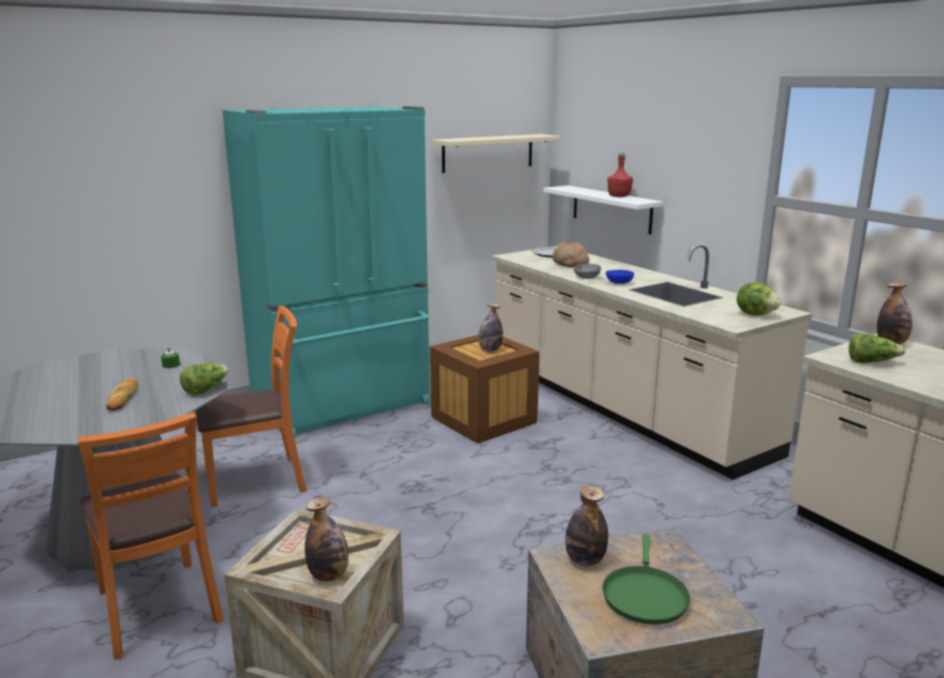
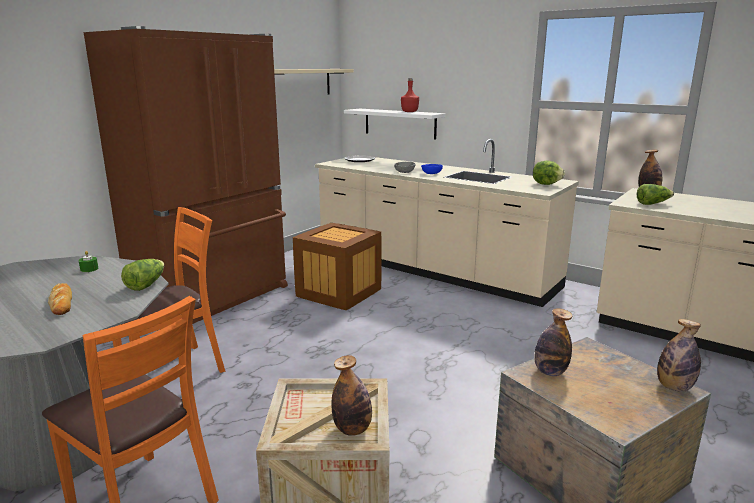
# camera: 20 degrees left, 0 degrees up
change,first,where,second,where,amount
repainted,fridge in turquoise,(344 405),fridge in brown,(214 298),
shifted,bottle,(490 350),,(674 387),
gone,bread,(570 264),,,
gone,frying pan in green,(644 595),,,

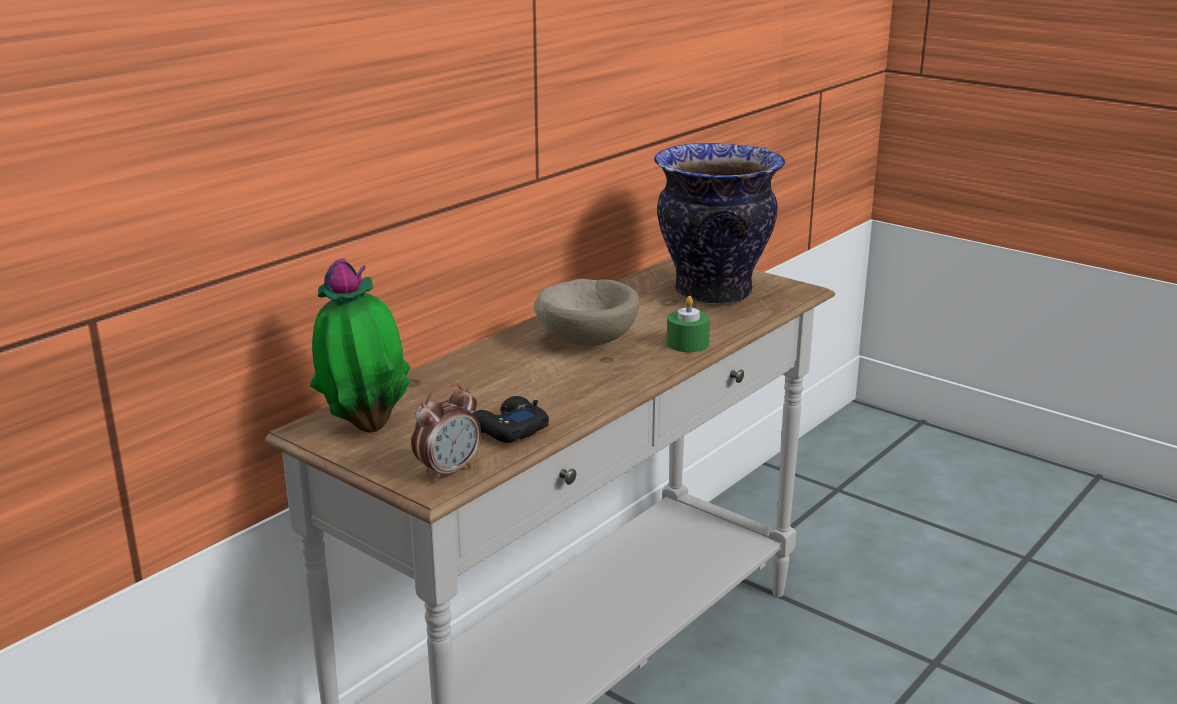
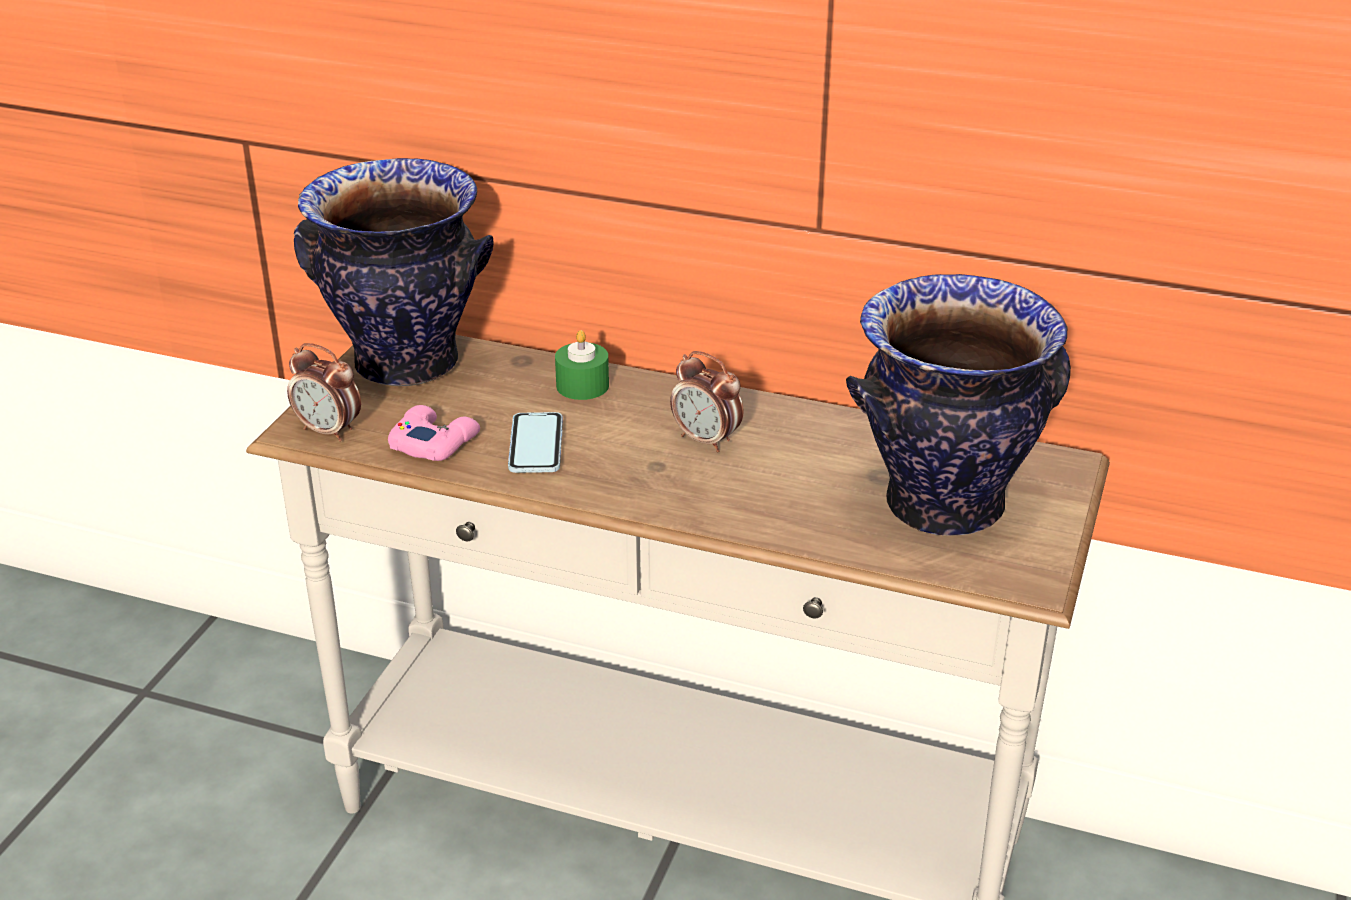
# camera: 70 degrees right, 10 degrees up
change,first,where,second,where,amount
swapped,potted plant,(365 426),vase,(407 363),
repainted,game controller in black,(507 429),game controller in pink,(434 442),
swapped,bowl in beige,(587 339),alarm clock,(706 440),
shifted,candle in green,(687 343),,(582 385),
new,,,phone,(536 445),

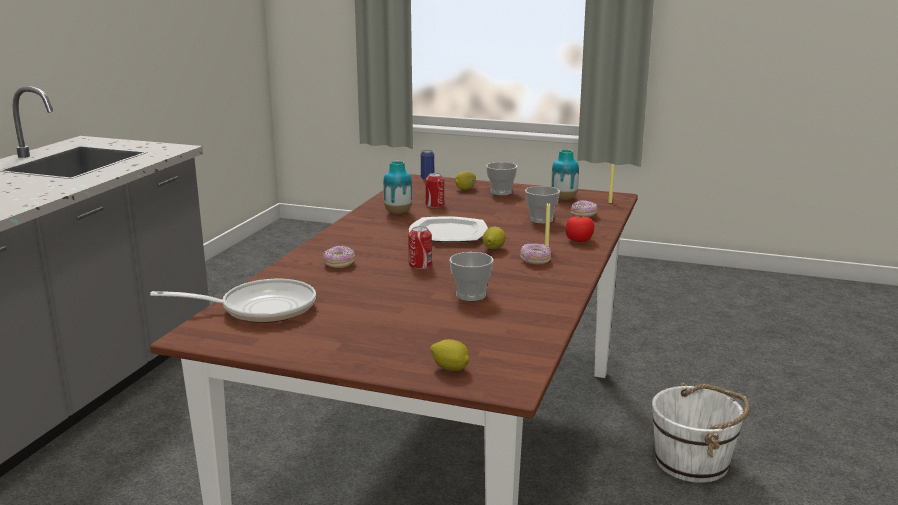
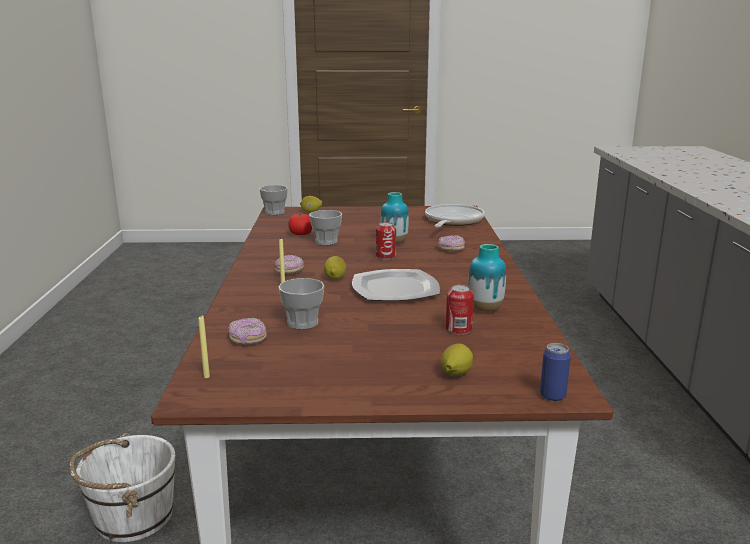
# camera: 160 degrees right, 0 degrees up
change,first,where,second,where,amount
rotated,frying pan,(260 308),,(452 221),135 degrees clockwise
shifted,cup,(501 192),,(274 212),
shifted,vase,(564 198),,(394 243),
shifted,tomato,(579 240),,(301 234),

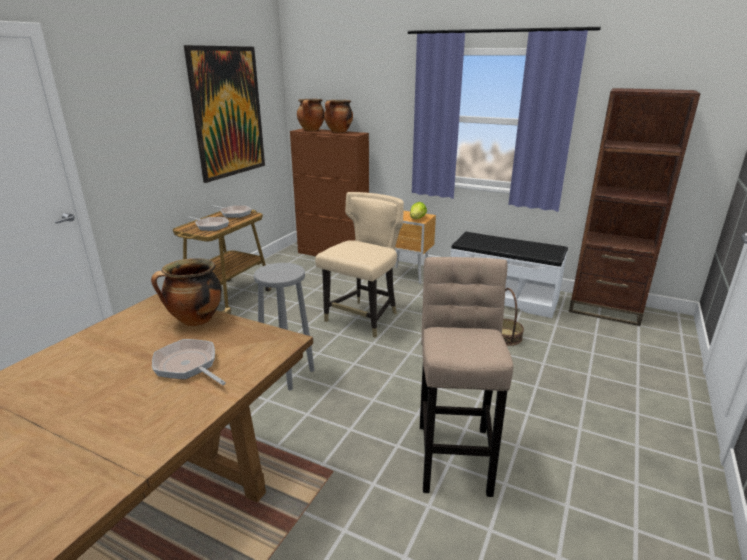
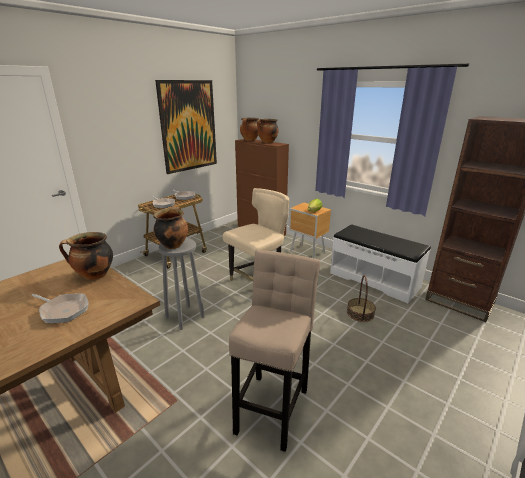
# camera: 15 degrees right, 0 degrees up
change,first,where,second,where,amount
rotated,frying pan,(188 366),,(63 310),150 degrees clockwise
new,,,cooking pot,(173 245),

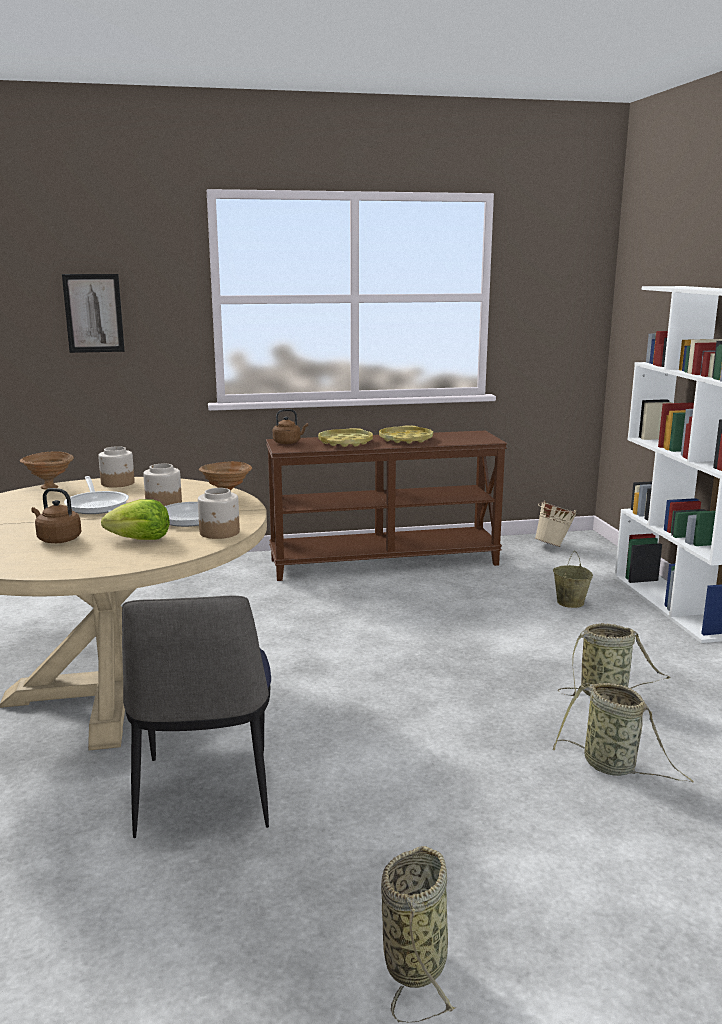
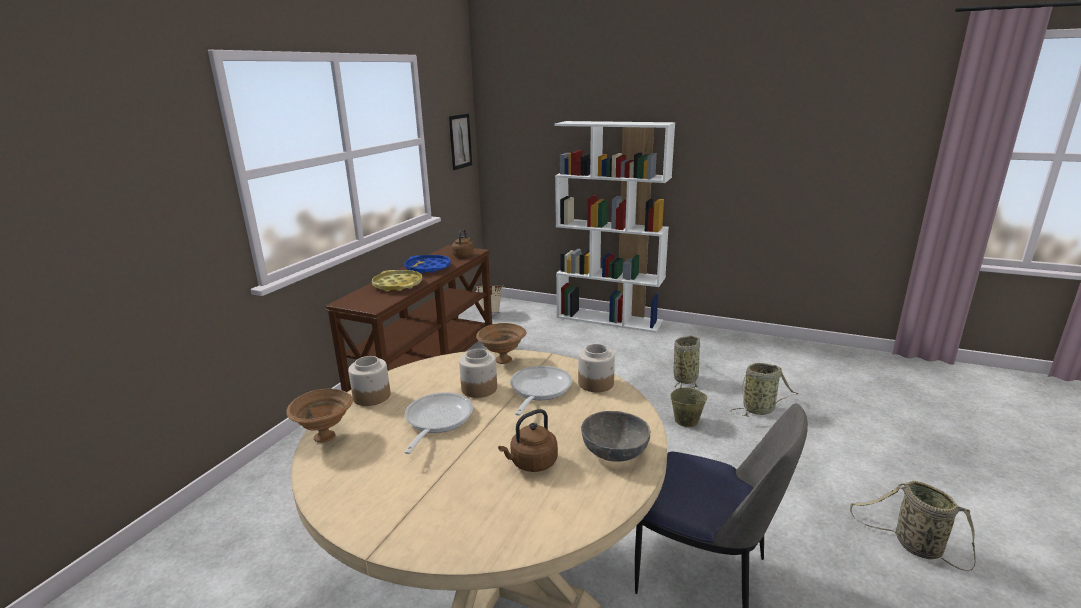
# camera: 55 degrees left, 5 degrees up
change,first,where,second,where,amount
shifted,picture,(93 313),,(460 141),
rotated,frying pan,(97 505),,(436 421),90 degrees counterclockwise
gone,lettuce,(140 539),,,
shifted,kettle in brown,(288 442),,(463 255),
repainted,tray in yellow,(405 439),tray in blue,(428 268),
shifted,bucket in beige,(569 602),,(686 420),
new,,,bowl in grey,(615 452),

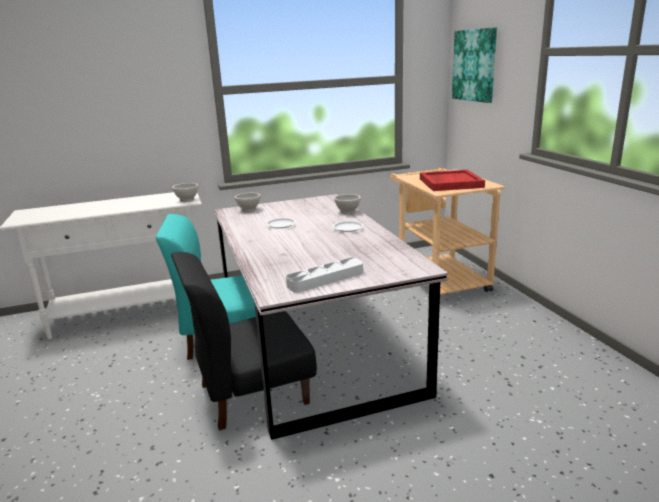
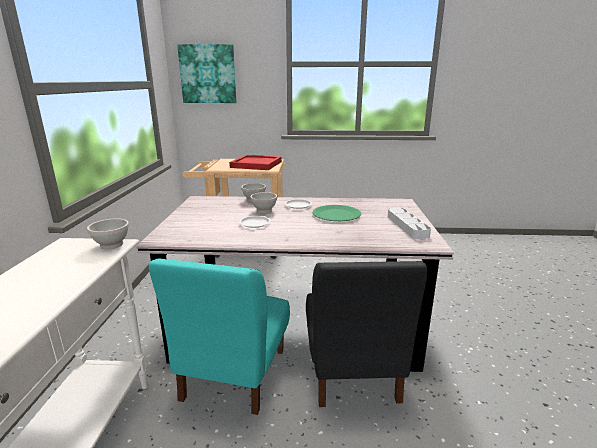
# camera: 70 degrees left, 0 degrees up
change,first,where,second,where,amount
shifted,bowl in white,(248 210),,(264 211),
new,,,plate in green,(336 214),

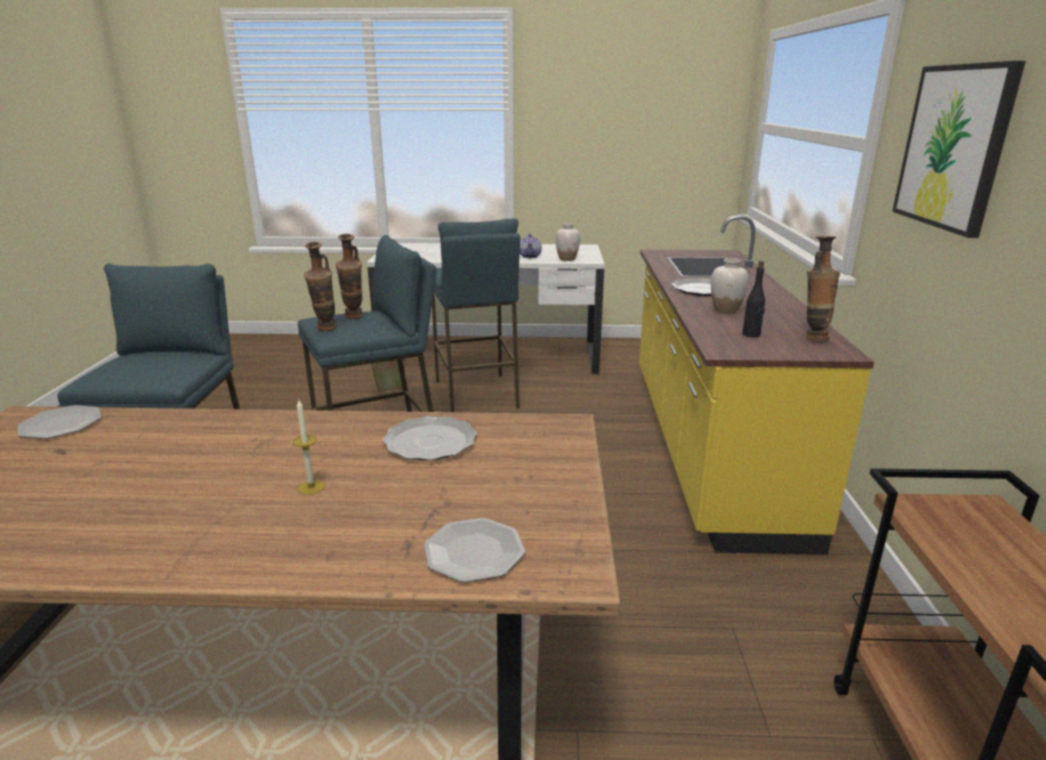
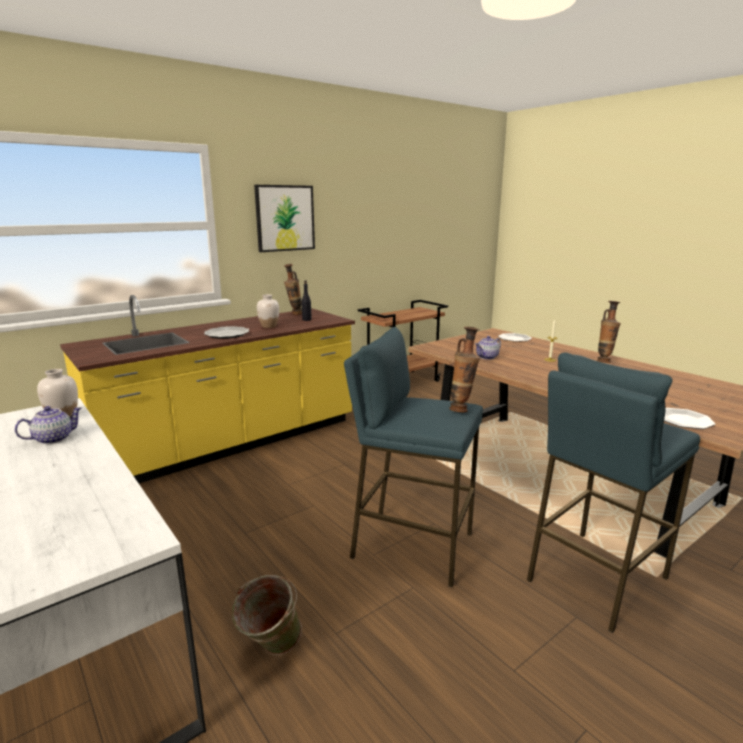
# camera: 130 degrees left, 5 degrees down
change,first,where,second,where,amount
shifted,vase,(354 318),,(604 361),
swapped,plate,(429 442),teapot,(487 357),
gone,stool in blue,(476 394),,,

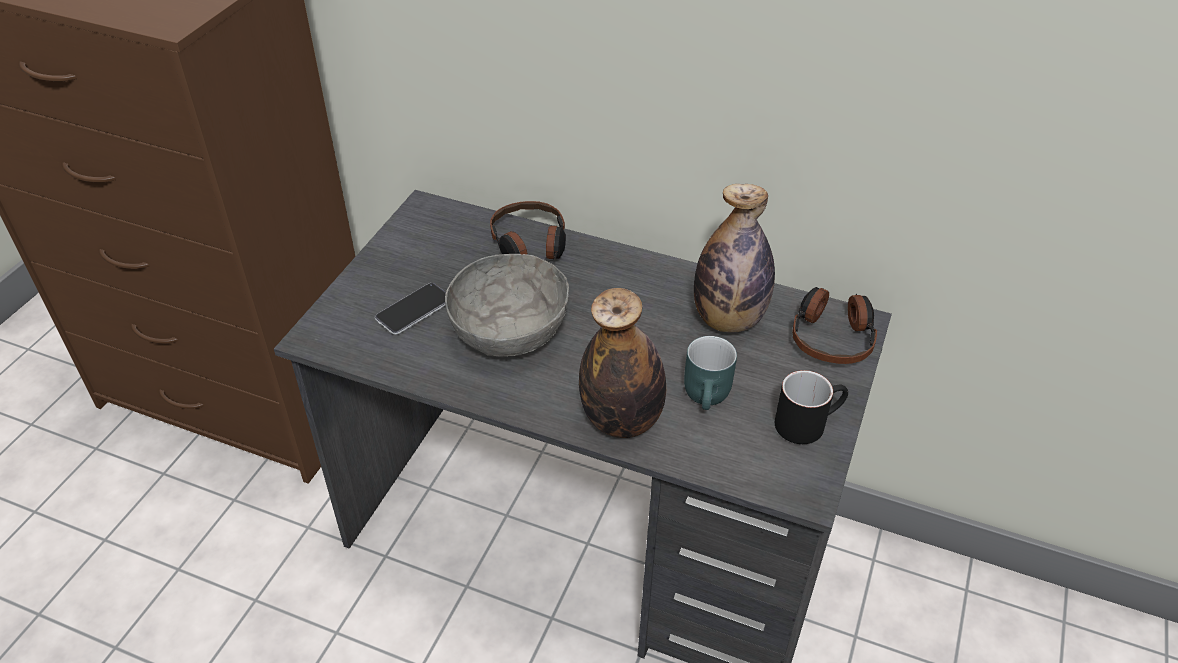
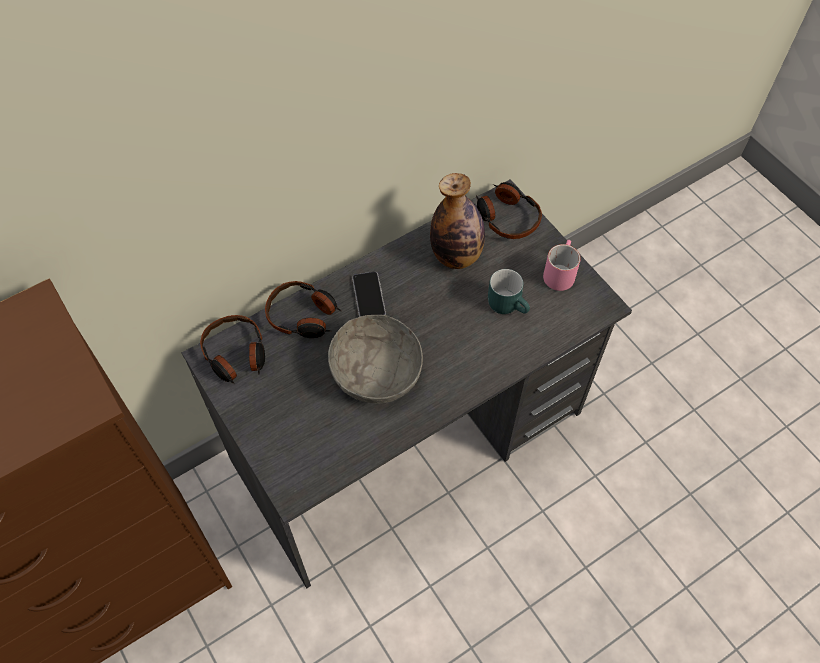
# camera: 55 degrees left, 15 degrees up
change,first,where,second,where,amount
shifted,phone,(414 310),,(369 296),
gone,bottle,(622 420),,,
repainted,mug in black,(807 422),mug in pink,(559 272),
new,,,headphones,(236 355),

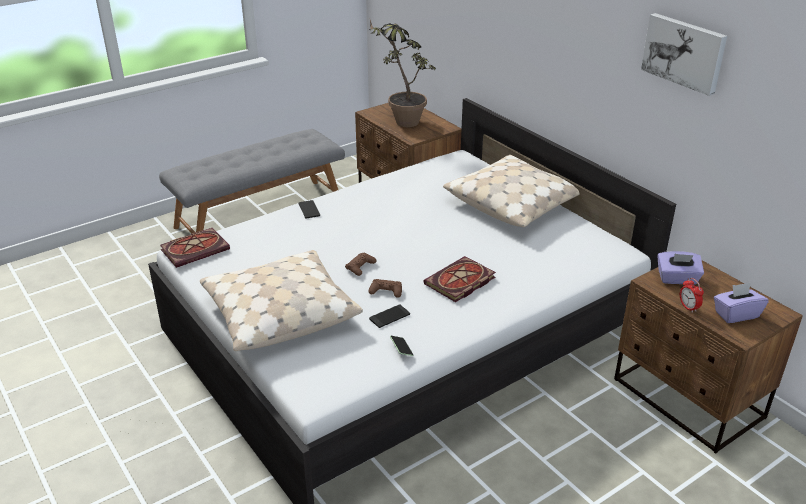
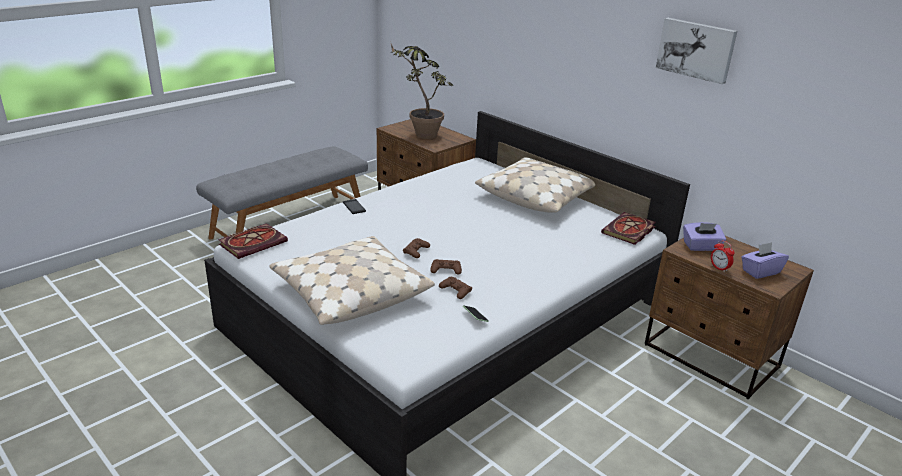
# camera: 10 degrees left, 5 degrees down
change,first,where,second,where,amount
swapped,phone,(389 316),game controller in brown,(455 290),
shifted,book,(459 282),,(629 231),

